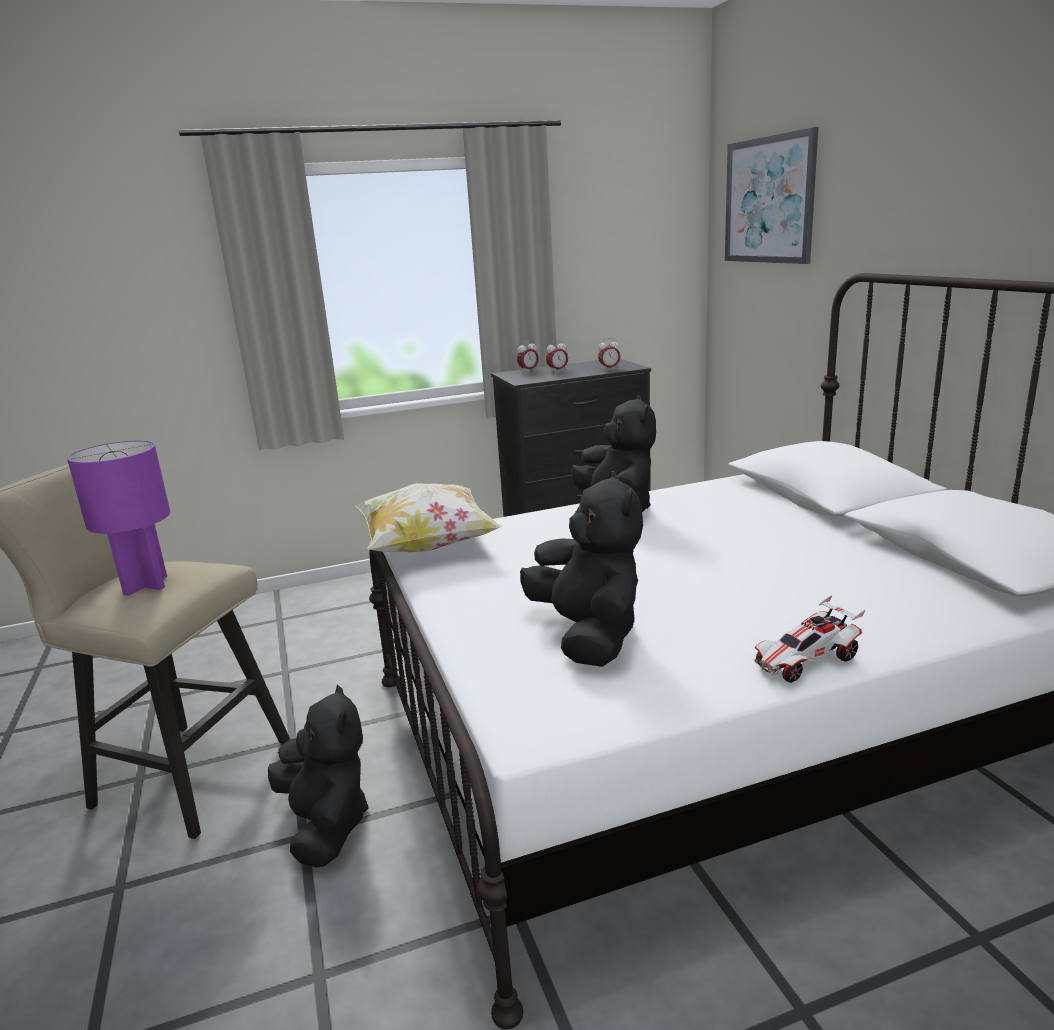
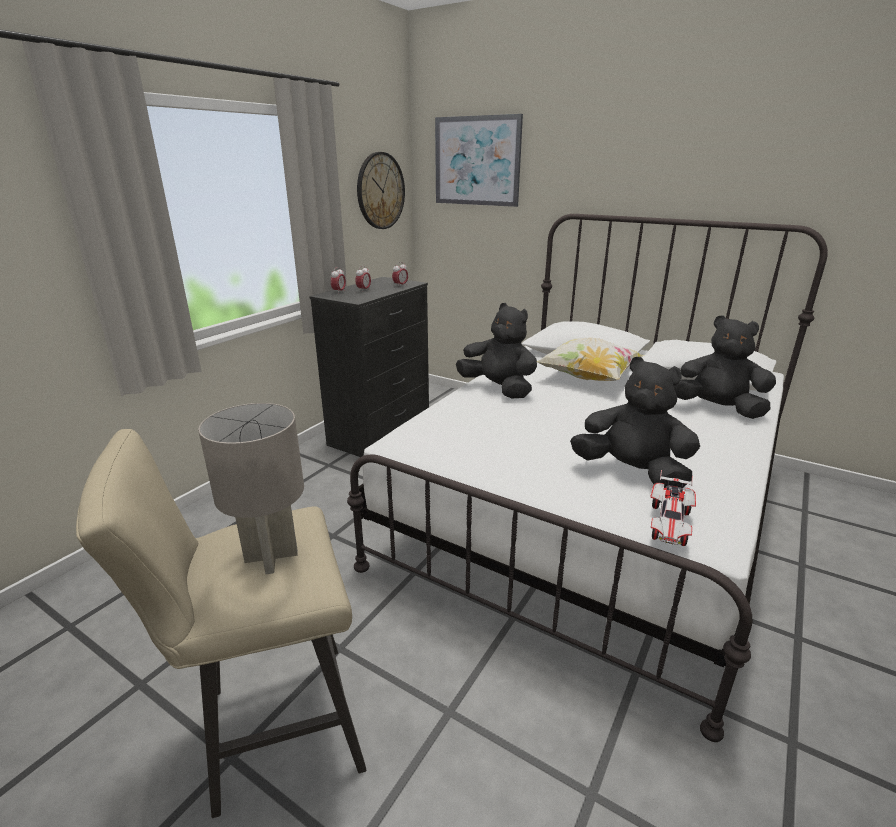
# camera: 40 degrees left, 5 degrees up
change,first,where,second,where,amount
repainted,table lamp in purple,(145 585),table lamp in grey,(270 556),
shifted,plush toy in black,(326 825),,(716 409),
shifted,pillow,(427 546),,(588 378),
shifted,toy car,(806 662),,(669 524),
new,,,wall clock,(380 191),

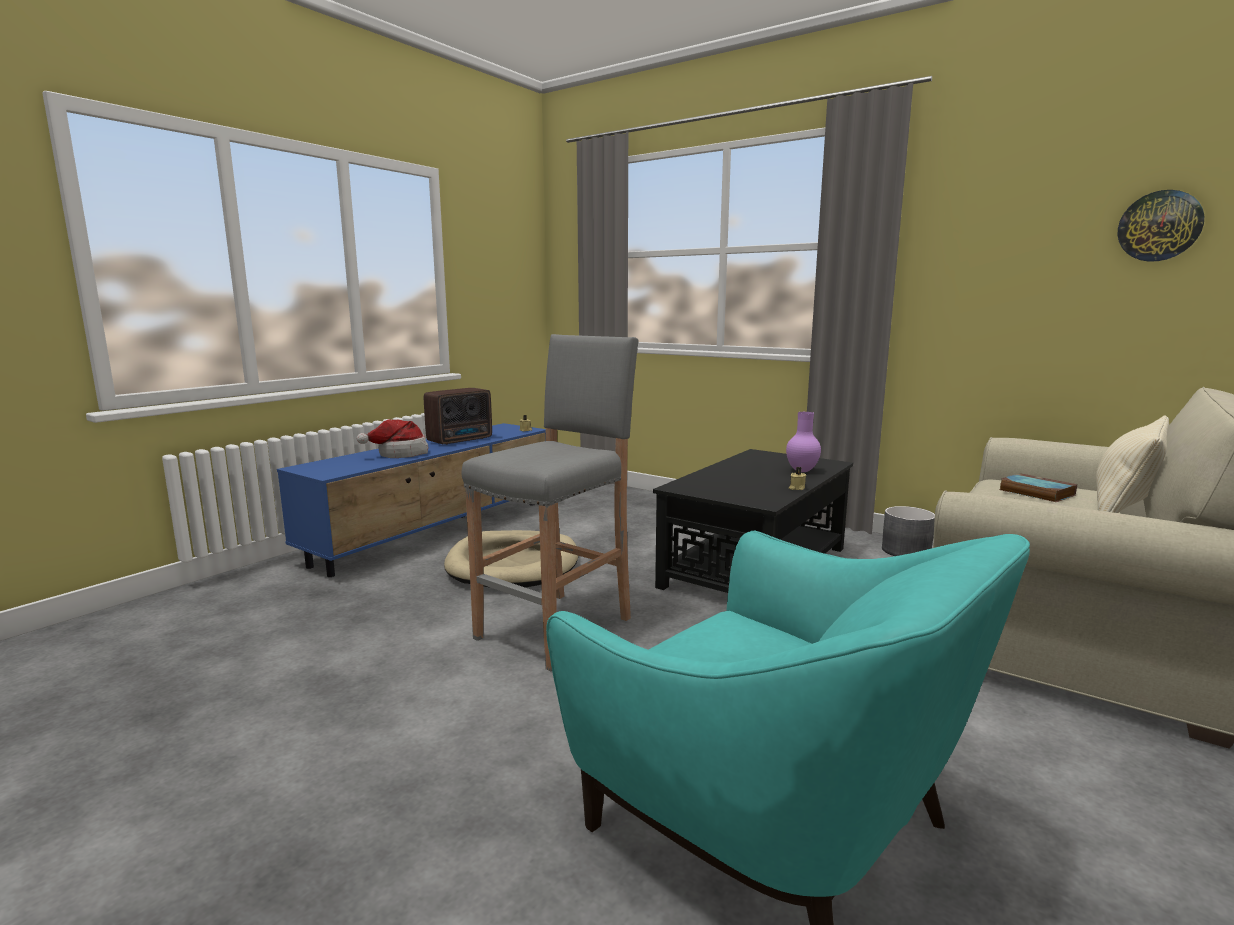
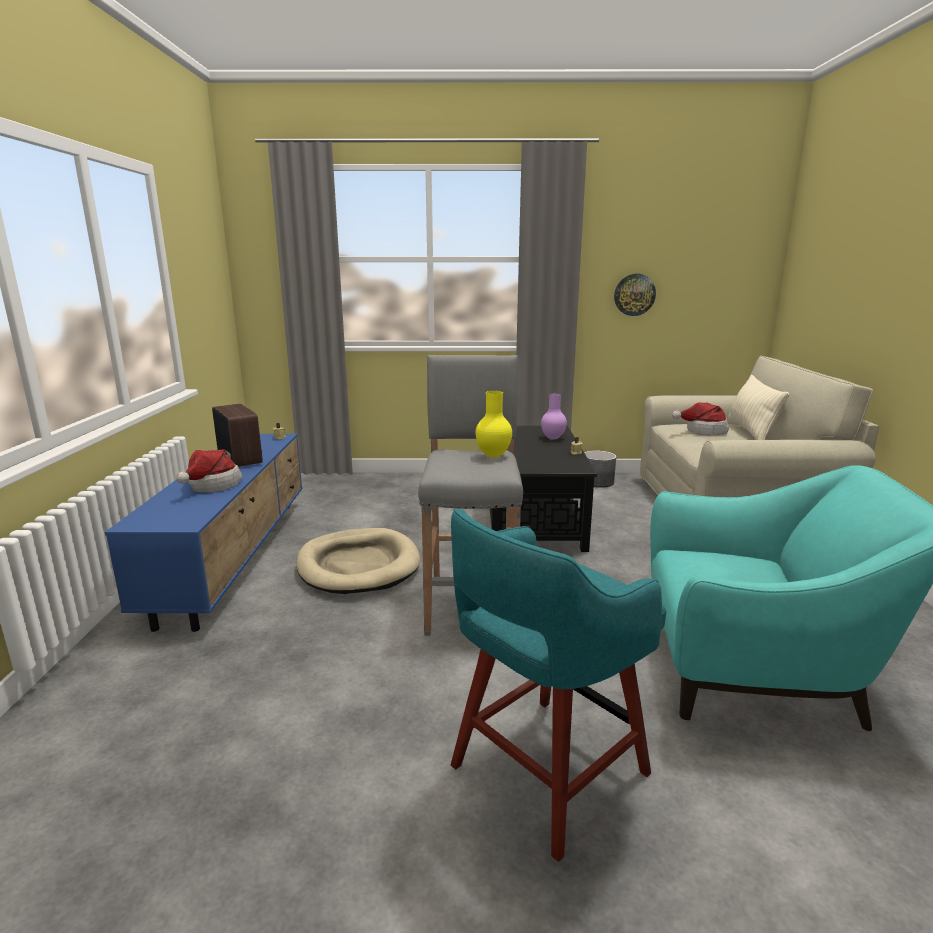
# camera: 35 degrees left, 5 degrees up
change,first,where,second,where,amount
rotated,radio,(462 440),,(240 459),45 degrees counterclockwise
swapped,book,(1034 492),hat,(703 431),
shifted,wall clock,(1159 226),,(634 295),
new,,,stool in turquoise,(544 772),
new,,,vase in yellow,(492 456),

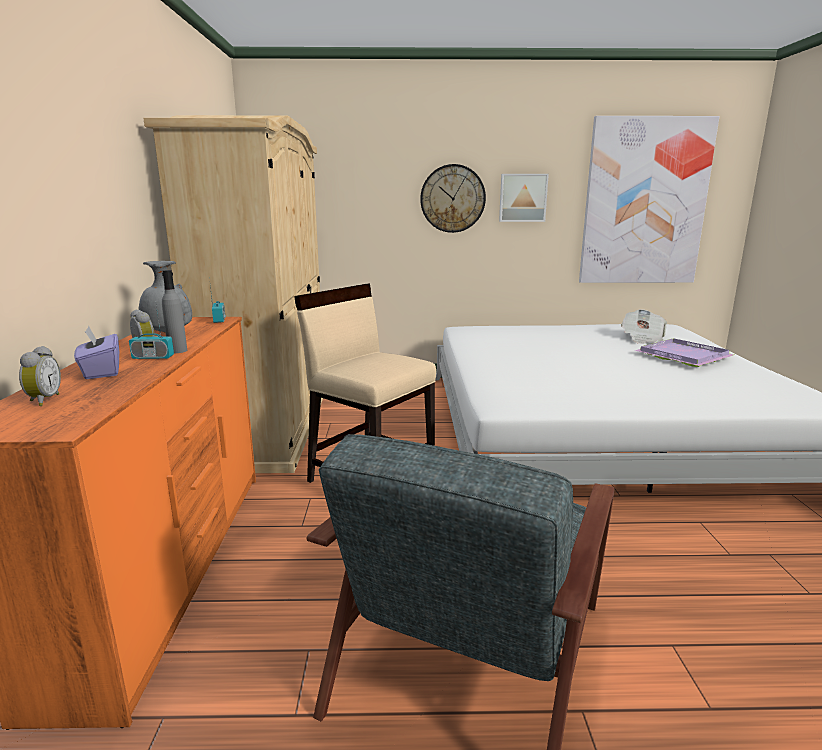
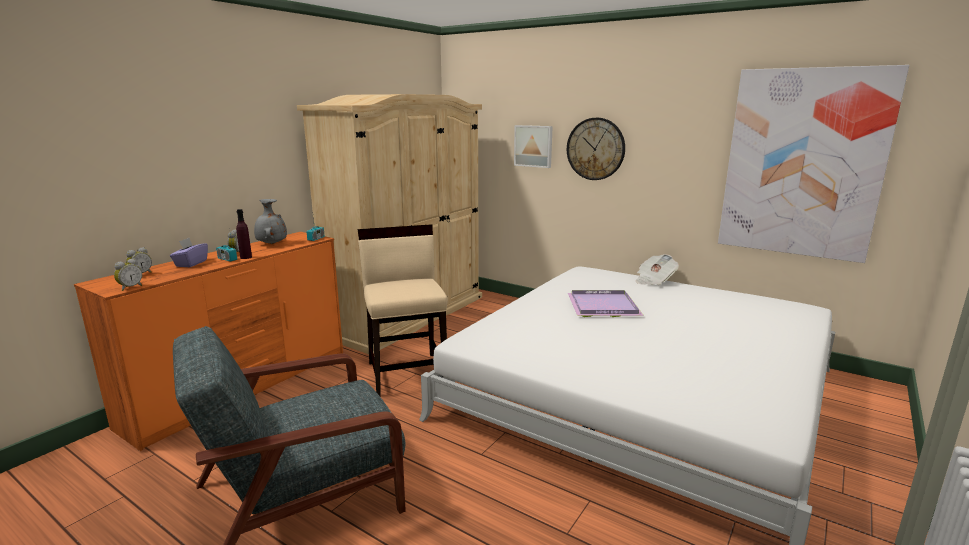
# camera: 35 degrees right, 0 degrees up
change,first,where,second,where,amount
repainted,bottle in grey,(177 351),bottle in purple,(246 257),
shifted,picture,(522 198),,(533 146),
shifted,newspaper,(642 338),,(654 280),
shifted,tray in purple,(684 356),,(602 307),
new,,,alarm clock,(130 287),

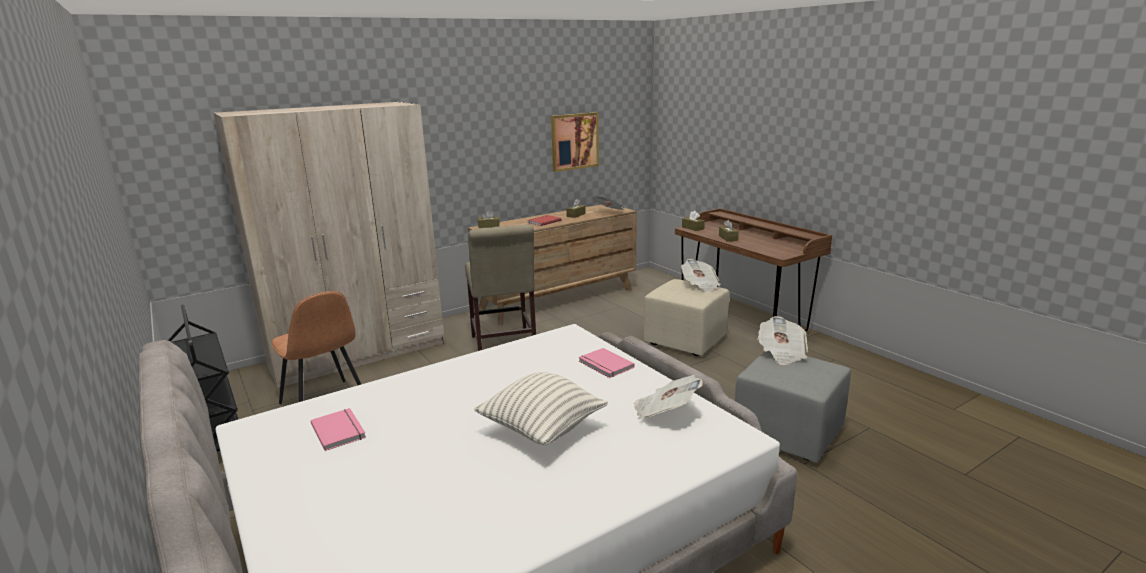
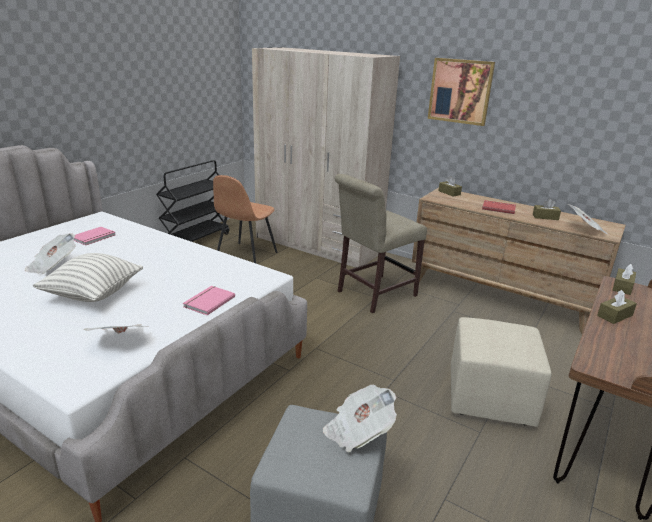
# camera: 65 degrees right, 5 degrees up
change,first,where,second,where,amount
shifted,picture,(574 141),,(460 91),
shifted,newspaper,(700 285),,(53 266),

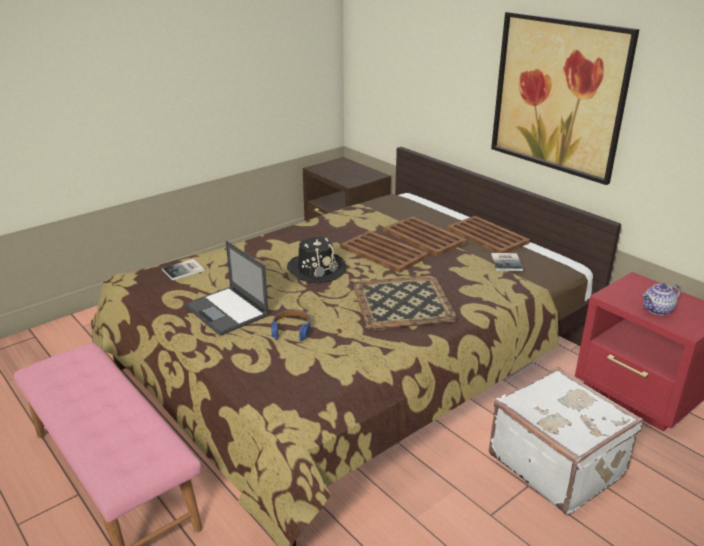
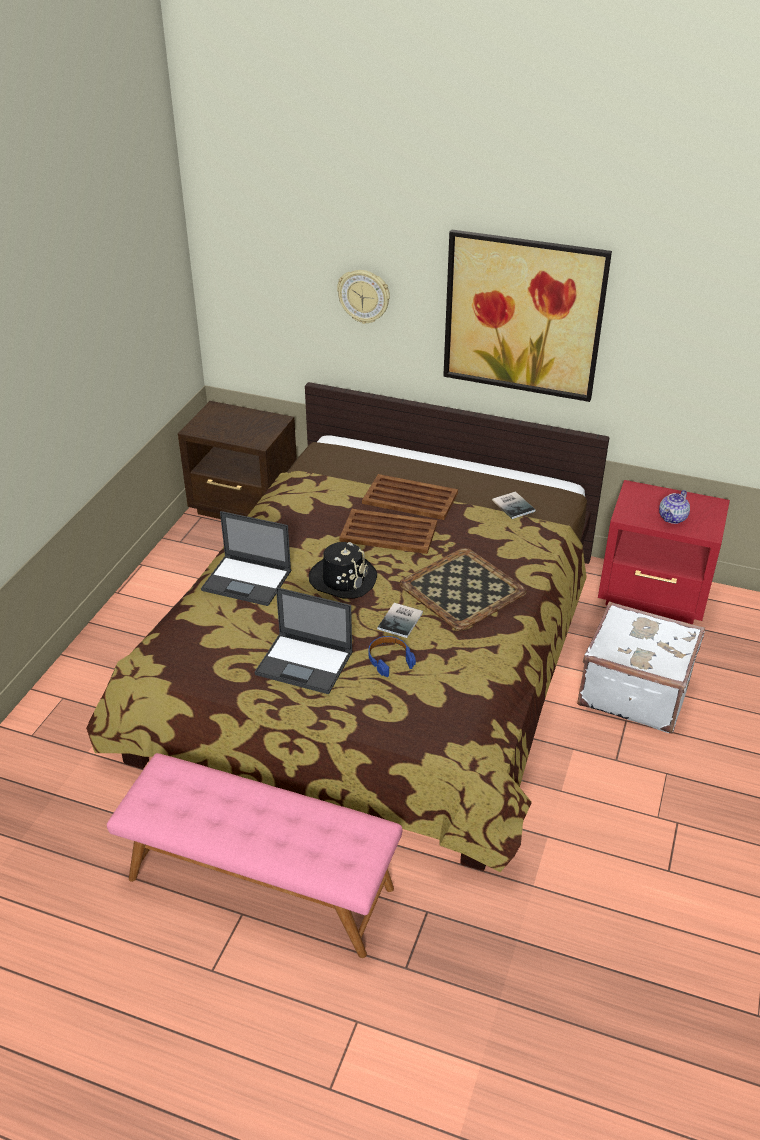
# camera: 30 degrees left, 10 degrees up
change,first,where,second,where,amount
shifted,book,(184 270),,(402 620),
gone,tray in brown,(486 235),,,
new,,,laptop,(248 581),
new,,,wall clock,(364 296),

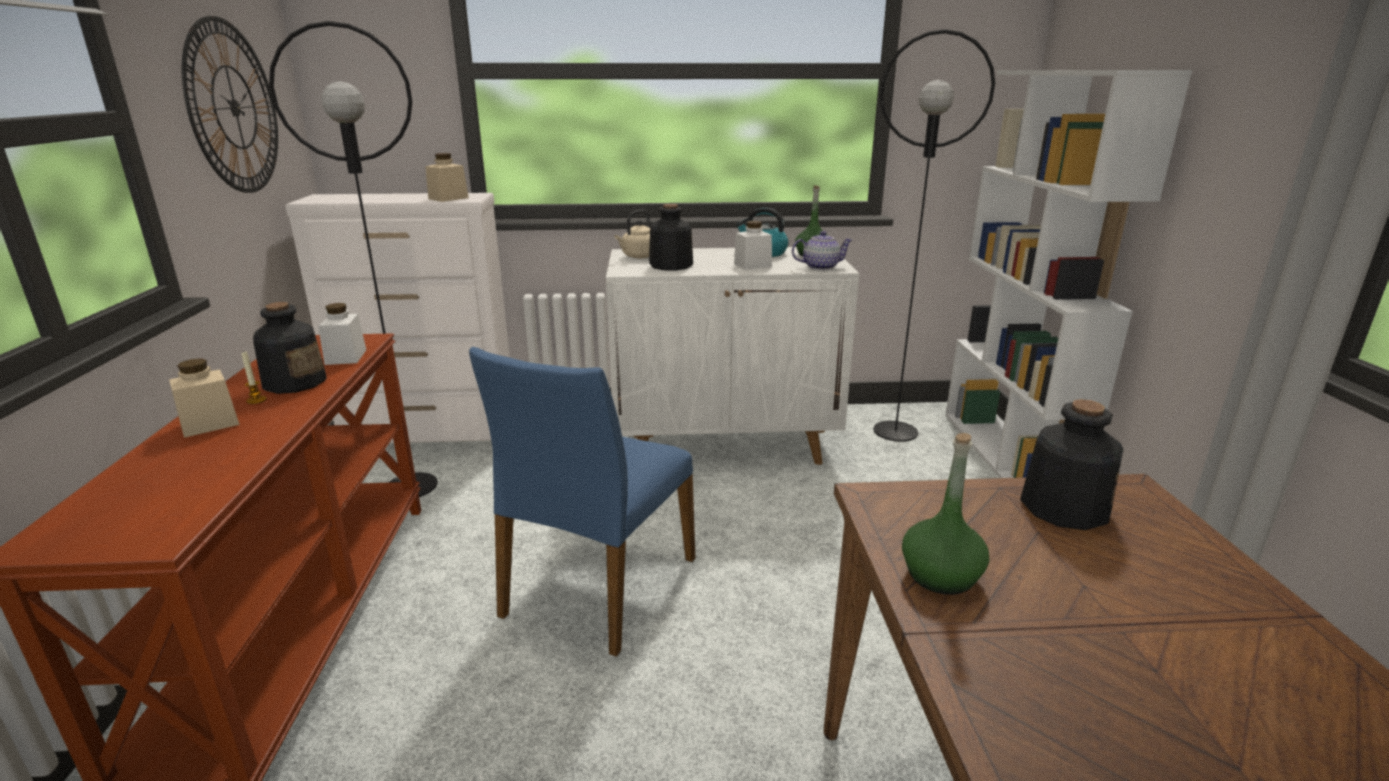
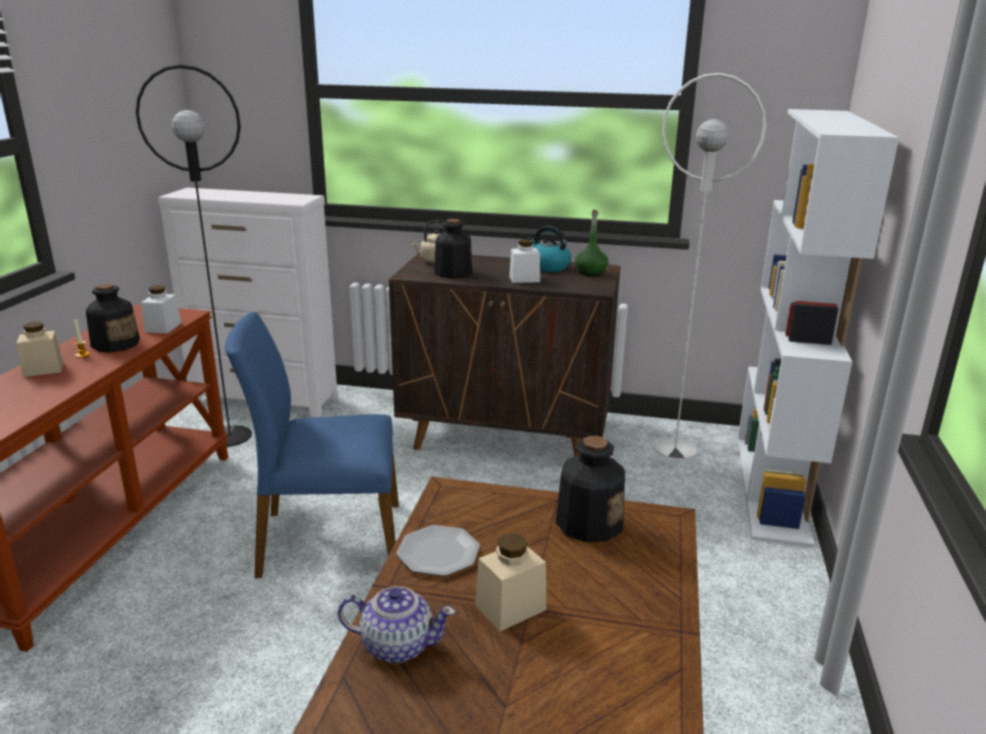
# camera: 15 degrees right, 0 degrees up
change,first,where,second,where,amount
gone,wall clock,(234 107),,,
shifted,jar in beige,(448 198),,(510 607),
rotated,chair in blue,(597 586),,(329 539),45 degrees clockwise
repainted,cabinet in white,(726 444),cabinet in brown,(506 438),
shifted,teapot,(820 267),,(396 645),
repainted,floor lamp in black,(895 431),floor lamp in white,(674 448),
swapped,bottle in green,(940 576),plate,(437 553),

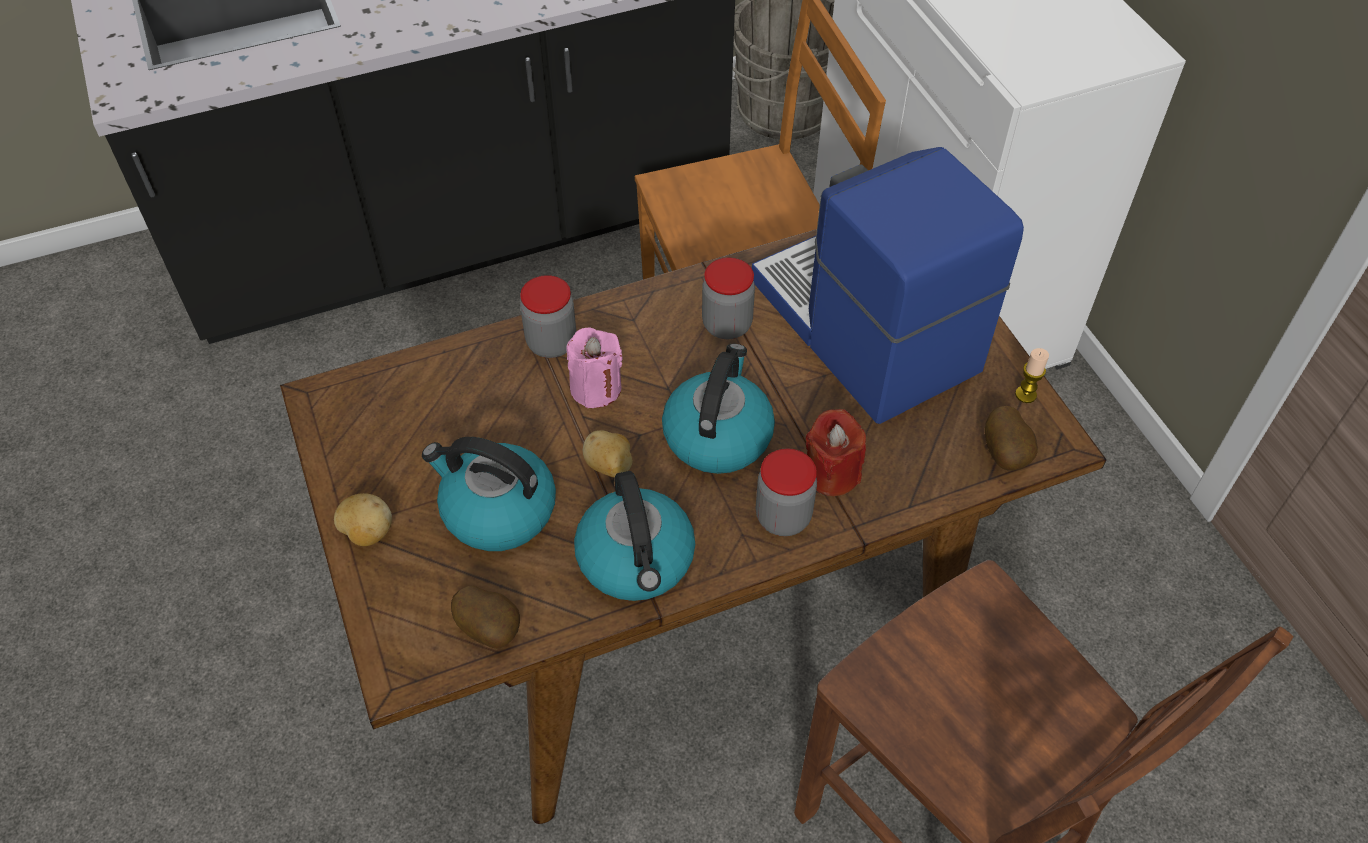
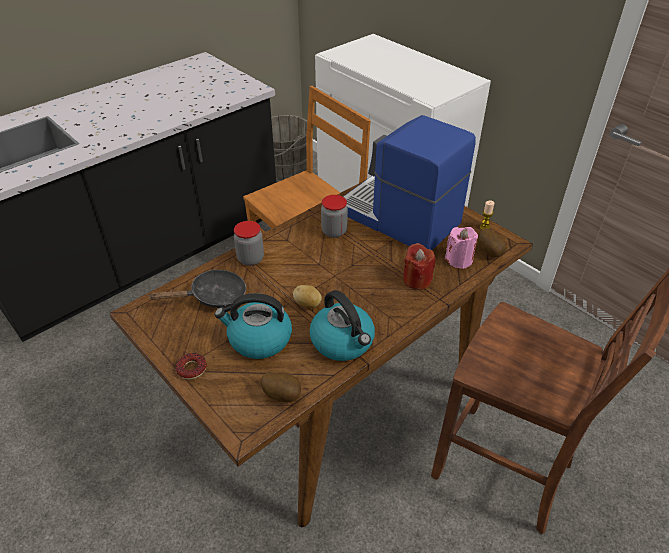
# camera: 20 degrees left, 10 degrees down
change,first,where,second,where,amount
swapped,potato,(367 532),donut,(192 369),
shifted,candle in pink,(596 388),,(459 260),
gone,kettle,(717 435),,,
gone,jar,(783 517),,,
new,,,frying pan in black,(213 297),

